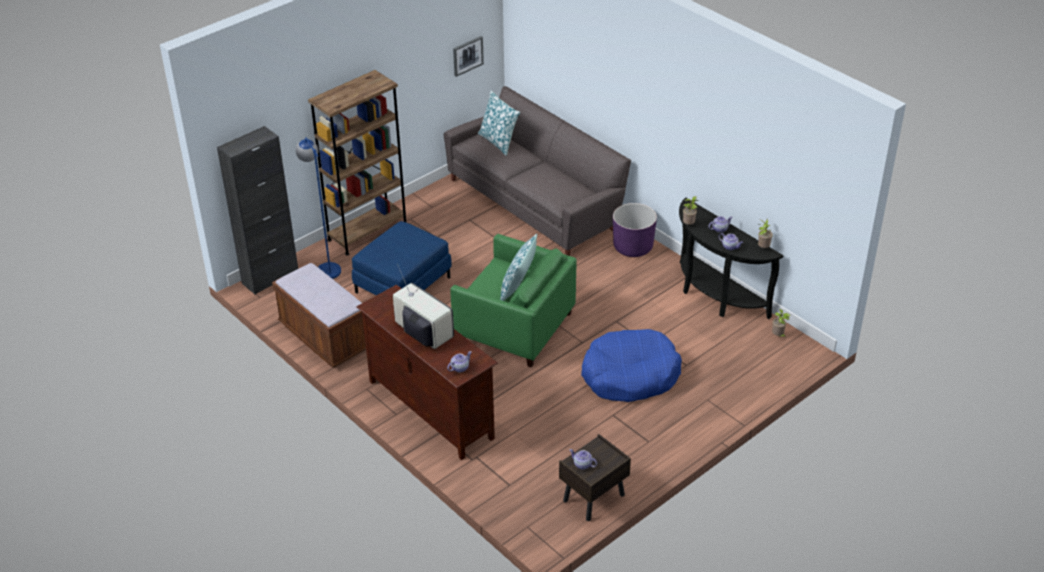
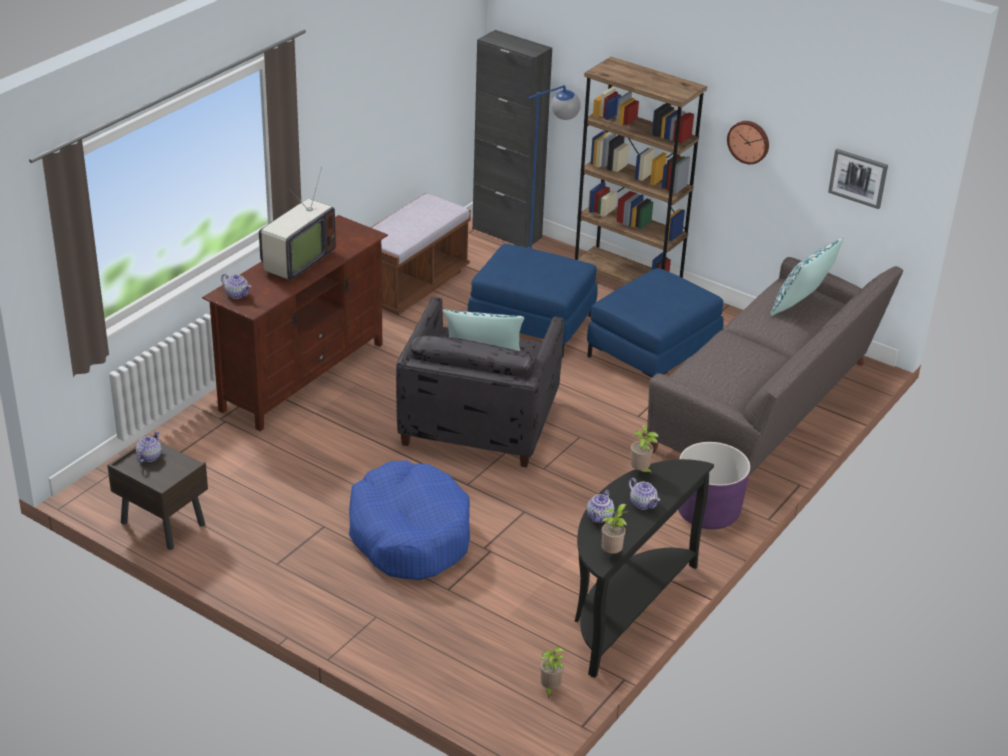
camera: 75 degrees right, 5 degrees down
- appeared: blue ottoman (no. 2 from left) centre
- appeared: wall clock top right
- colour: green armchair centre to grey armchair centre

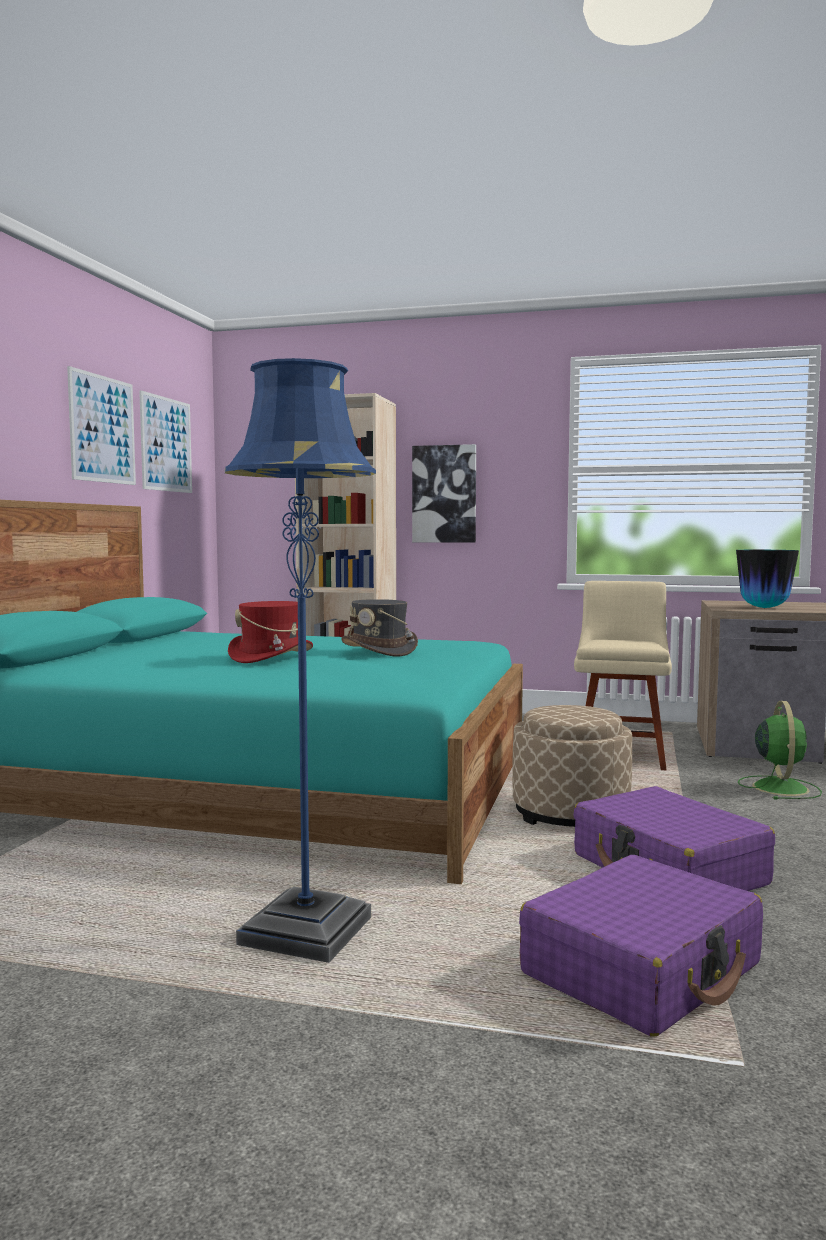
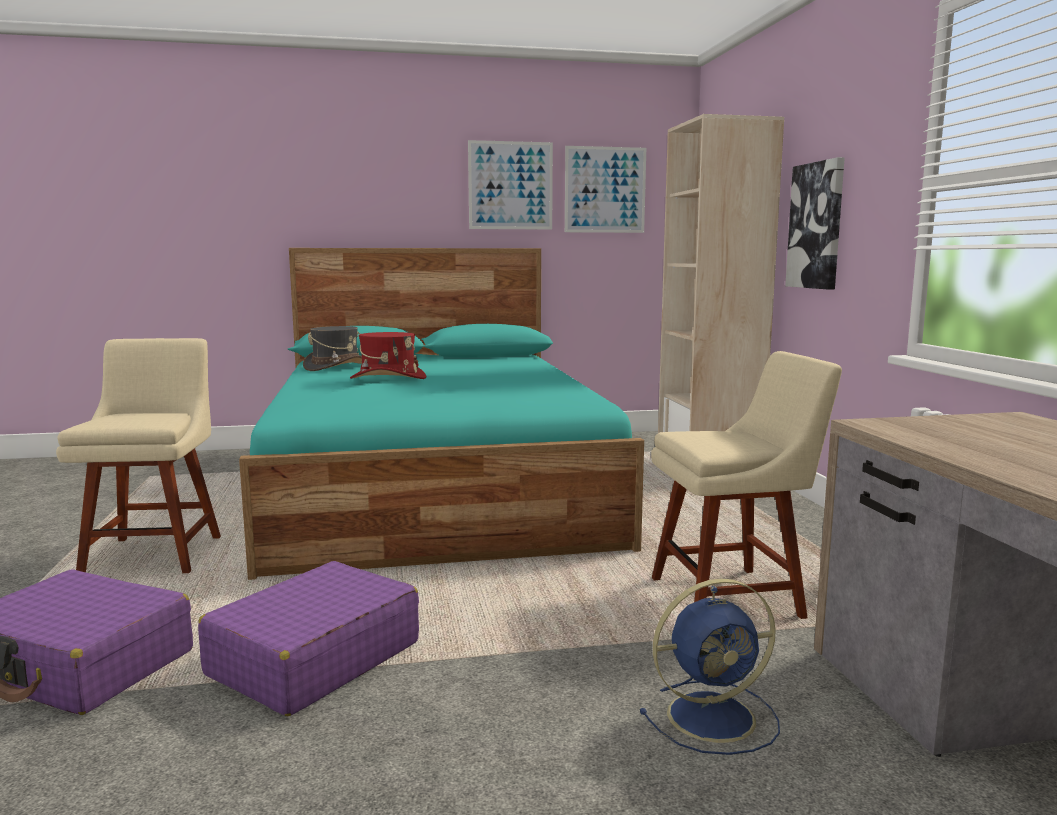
camera: 65 degrees right, 5 degrees up
- missing: beige ottoman middle right
- missing: vase middle right
- relocated: grey hat centre to middle left
- exchanged: blue floor lamp centre to beige chair (no. 1 from left) middle left
- colour: green fan middle right to blue fan bottom right

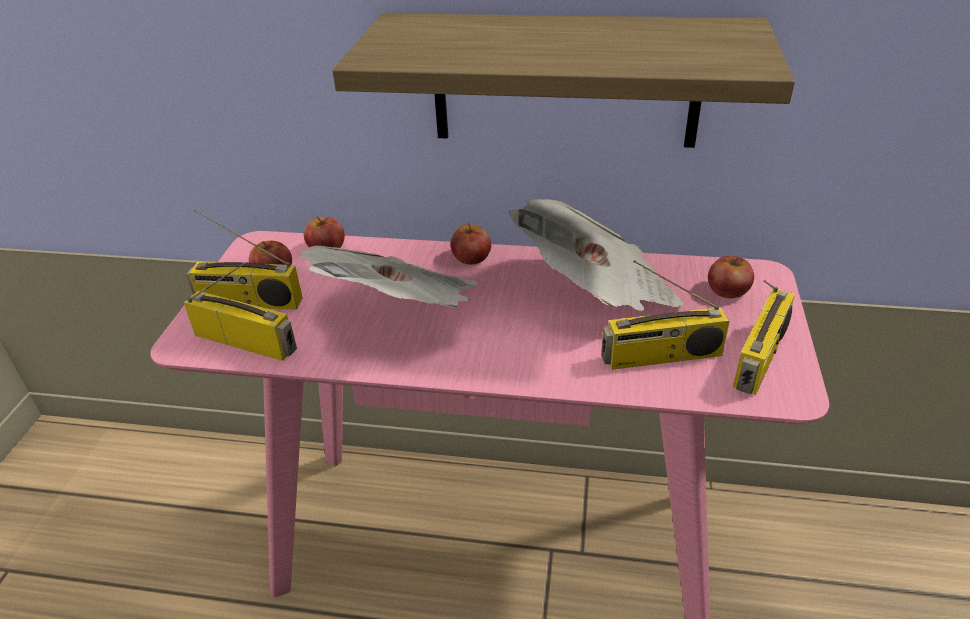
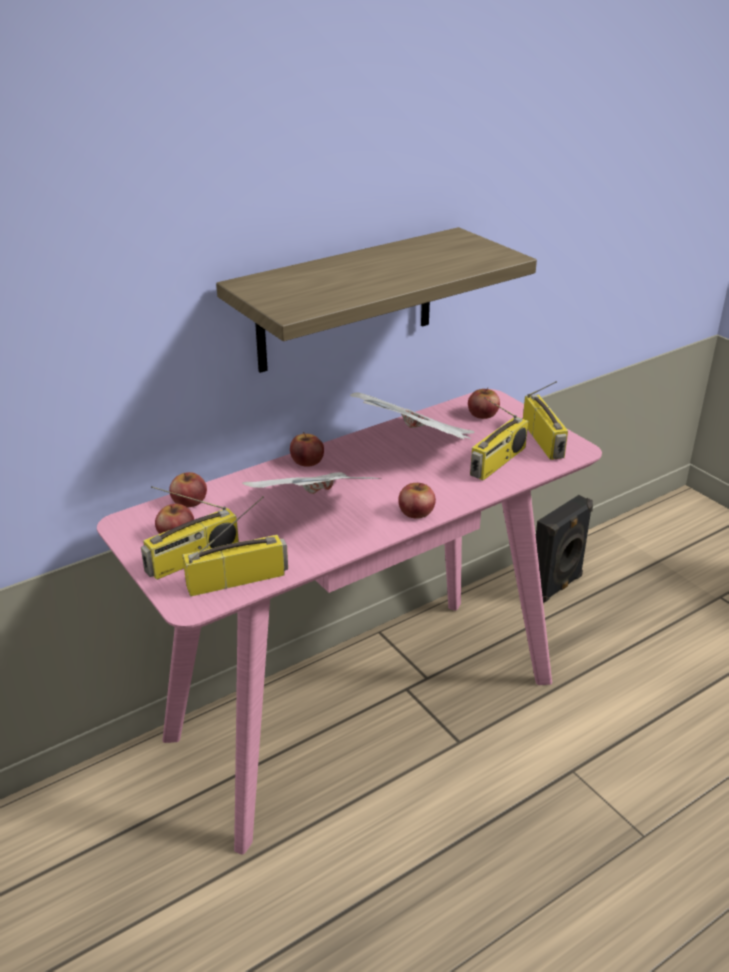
camera: 45 degrees left, 5 degrees down
- appeared: apple (no. 4 from left) centre
- appeared: black speaker middle right

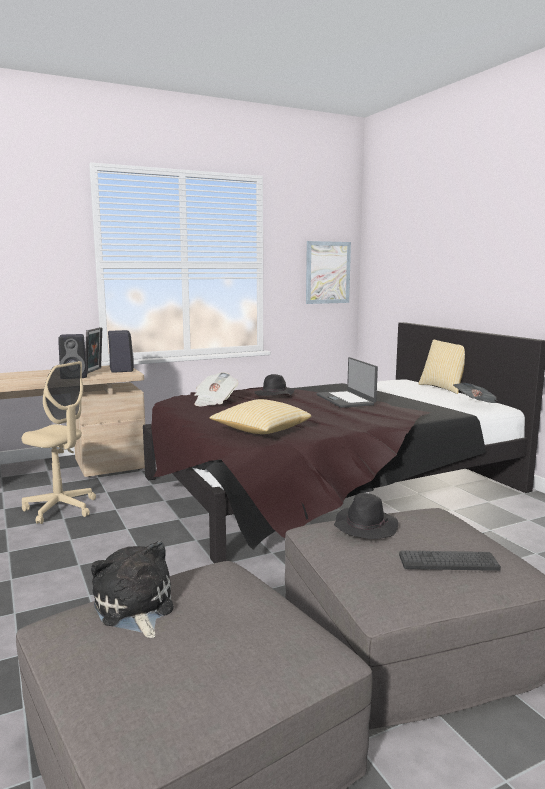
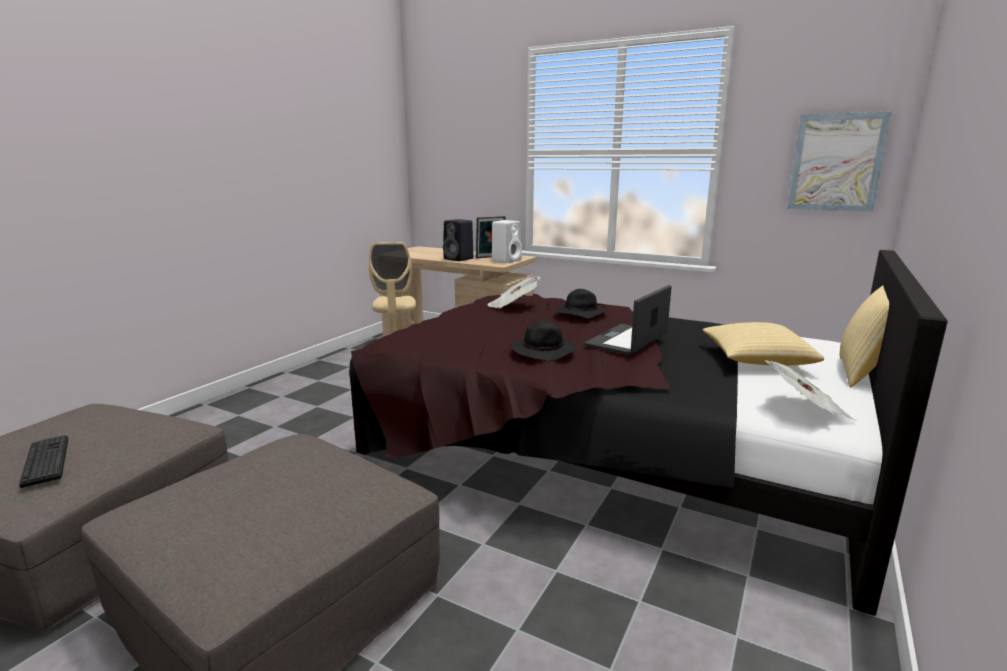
camera: 55 degrees right, 5 degrees up
- missing: plush toy bottom left
- relocated: pillow (no. 1 from left) centre to middle right
- relocated: black hat (no. 2 from left in the first image) middle right to black hat (no. 1 from left) centre
- relocated: keyboard bottom right to bottom left
- colour: black speaker (no. 2 from left) middle left to white speaker centre

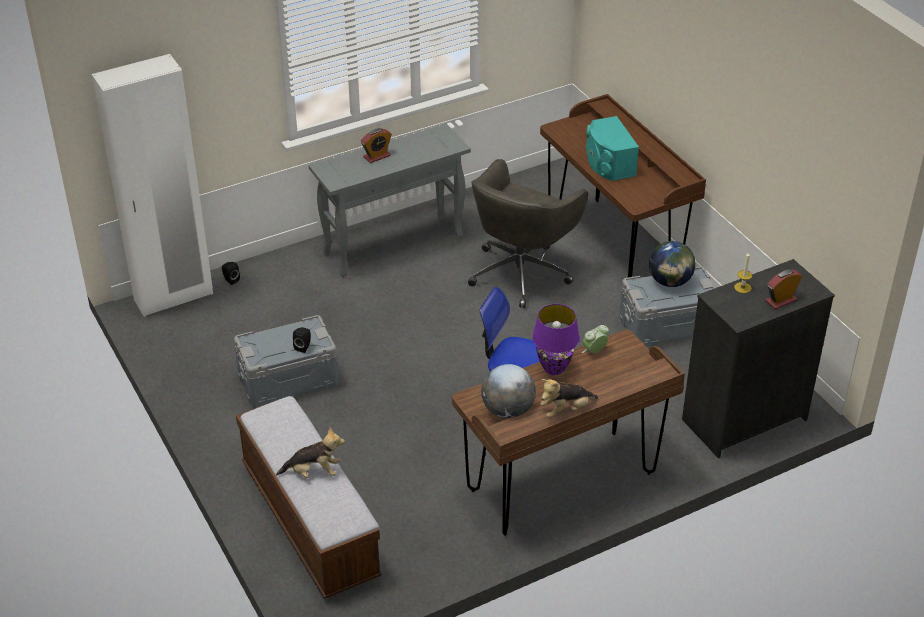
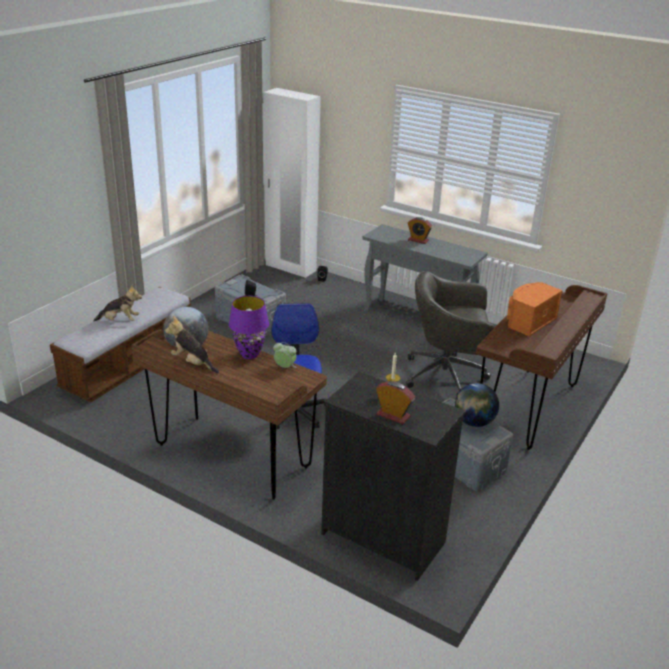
camera: 60 degrees right, 10 degrees down
- colour: turquoise speaker top centre to orange speaker middle right
- spun: plush toy (no. 1 from left) bottom centre = middle left 60 degrees counterclockwise

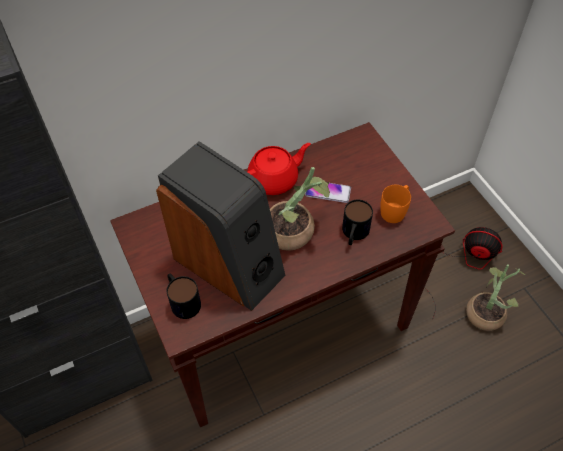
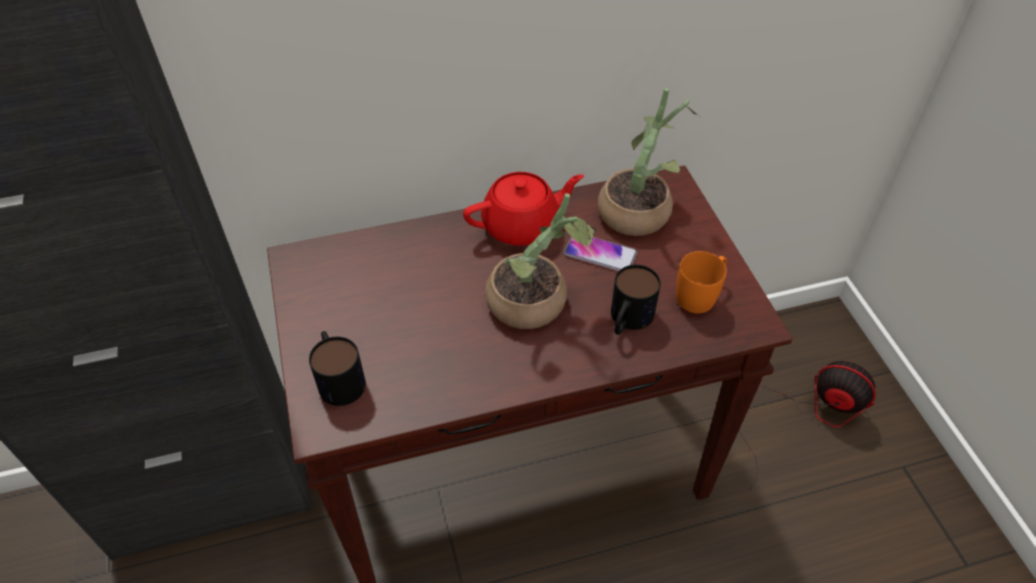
camera: 10 degrees right, 5 degrees down
- missing: speaker centre
- relocated: potted plant (no. 2 from left) middle right to top centre

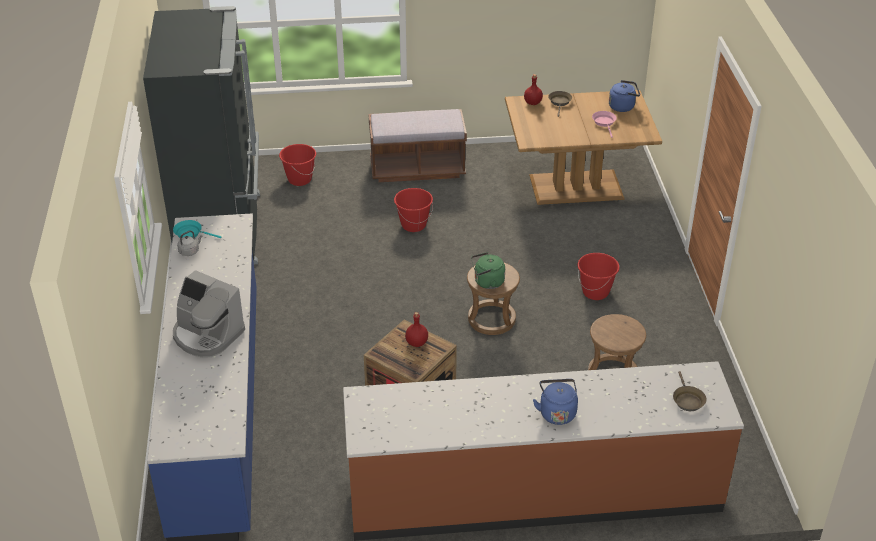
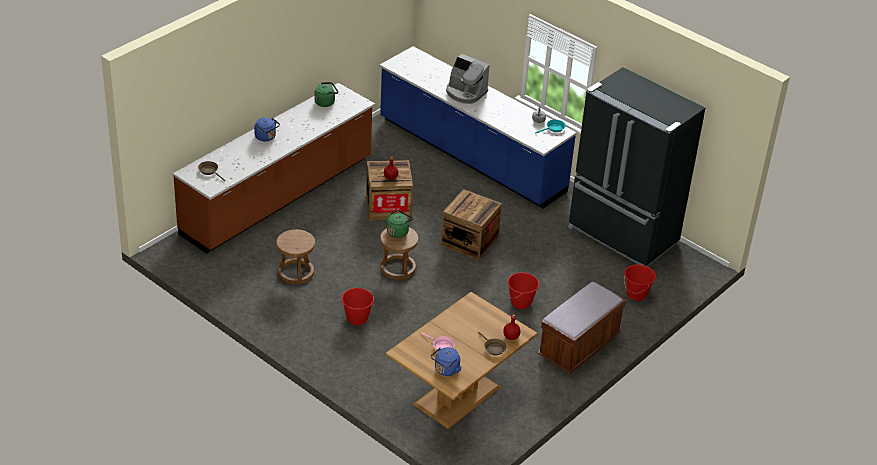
camera: 135 degrees right, 0 degrees up
- appeared: green kettle (no. 1 from left) top centre
- appeared: crate (no. 2 from left) centre
- spun: coffee machine middle left = top centre 135 degrees counterclockwise

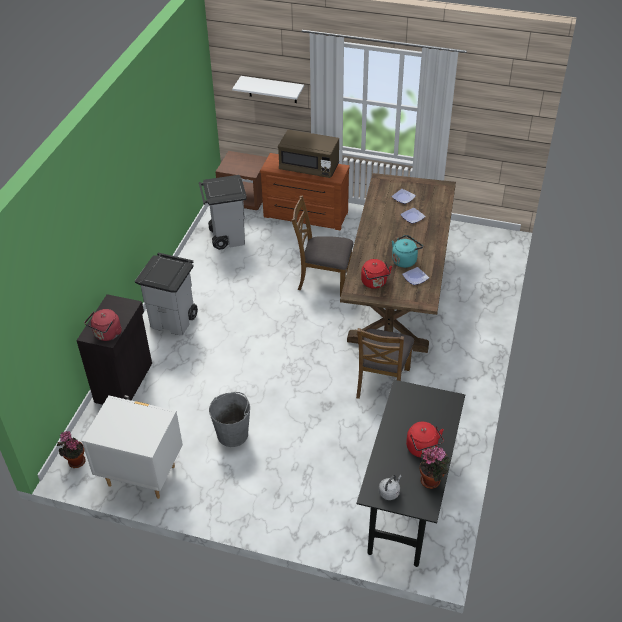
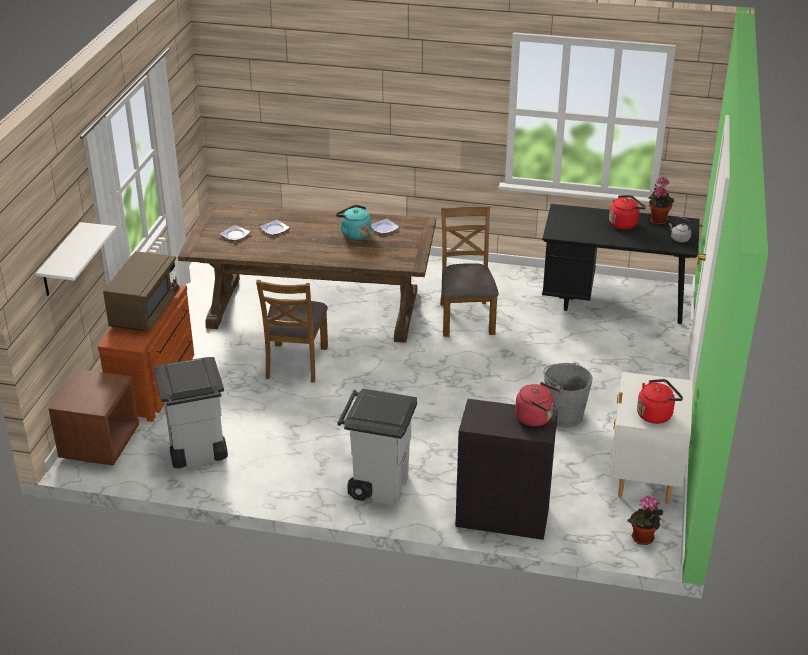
camera: 95 degrees left, 10 degrees down
- relocated: red kettle (no. 2 from left in the first image) centre to red kettle (no. 3 from left) middle right
- spun: brown chair (no. 2 from left) centre = centre 105 degrees counterclockwise

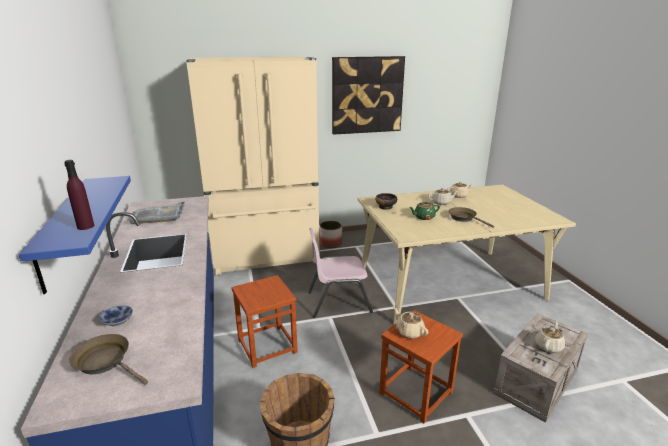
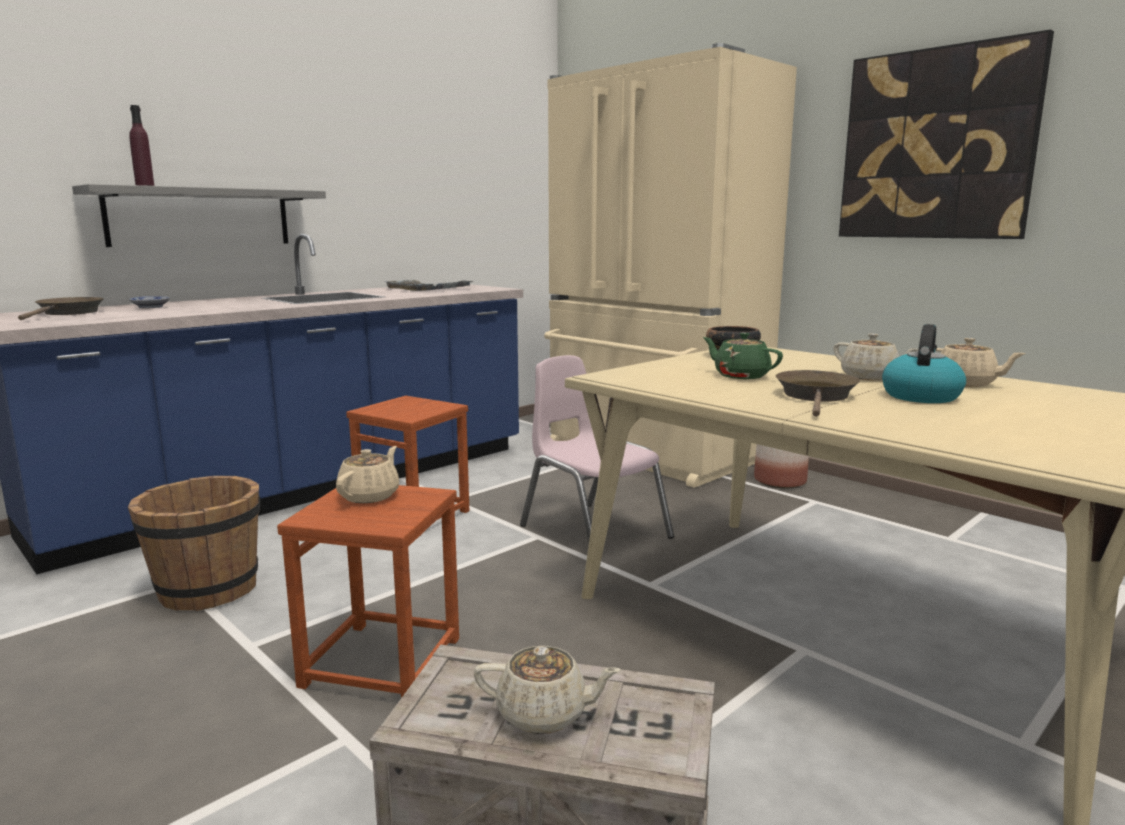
camera: 60 degrees right, 10 degrees down
- appeared: kettle middle right
- colour: blue shelf middle left to grey shelf top left

